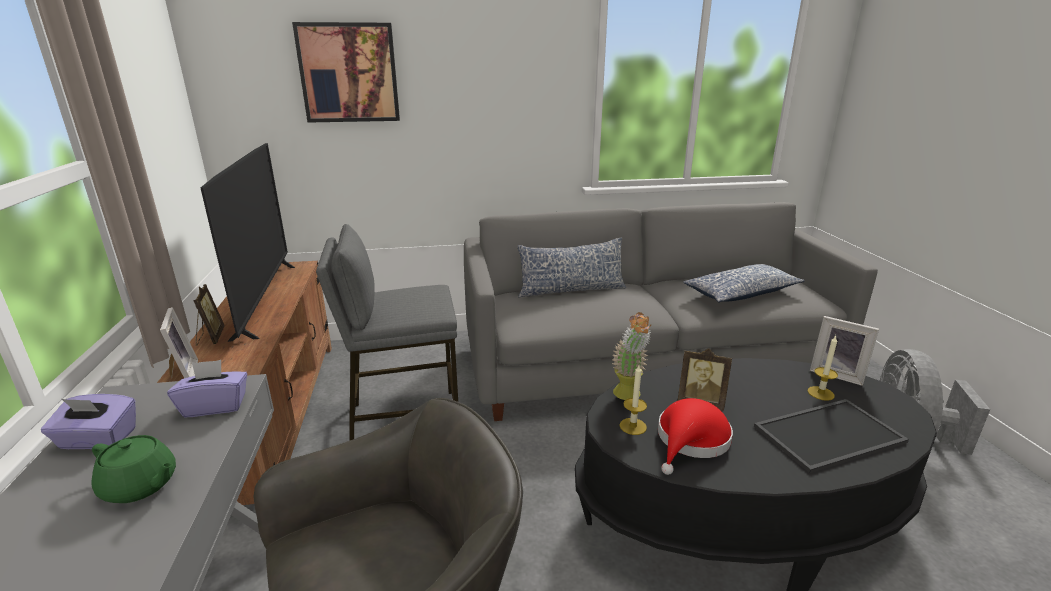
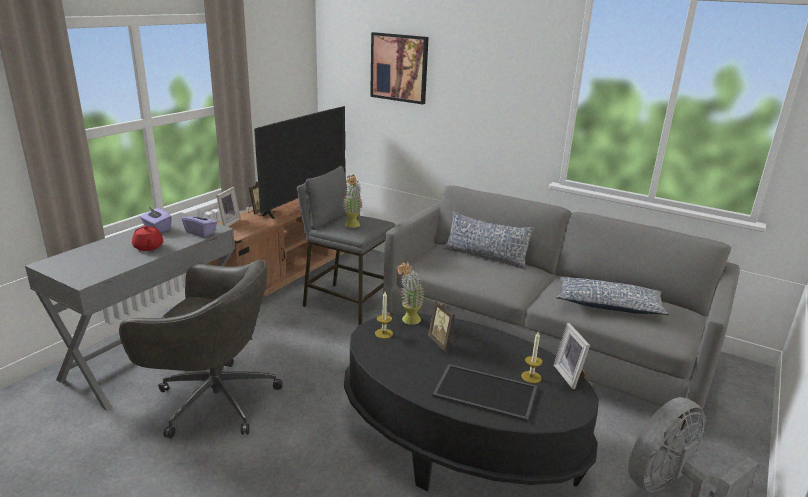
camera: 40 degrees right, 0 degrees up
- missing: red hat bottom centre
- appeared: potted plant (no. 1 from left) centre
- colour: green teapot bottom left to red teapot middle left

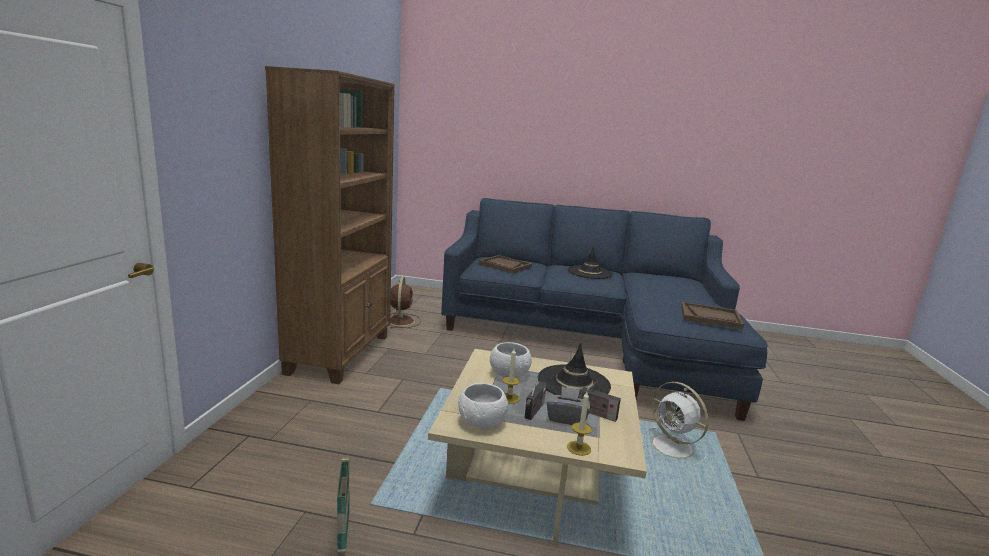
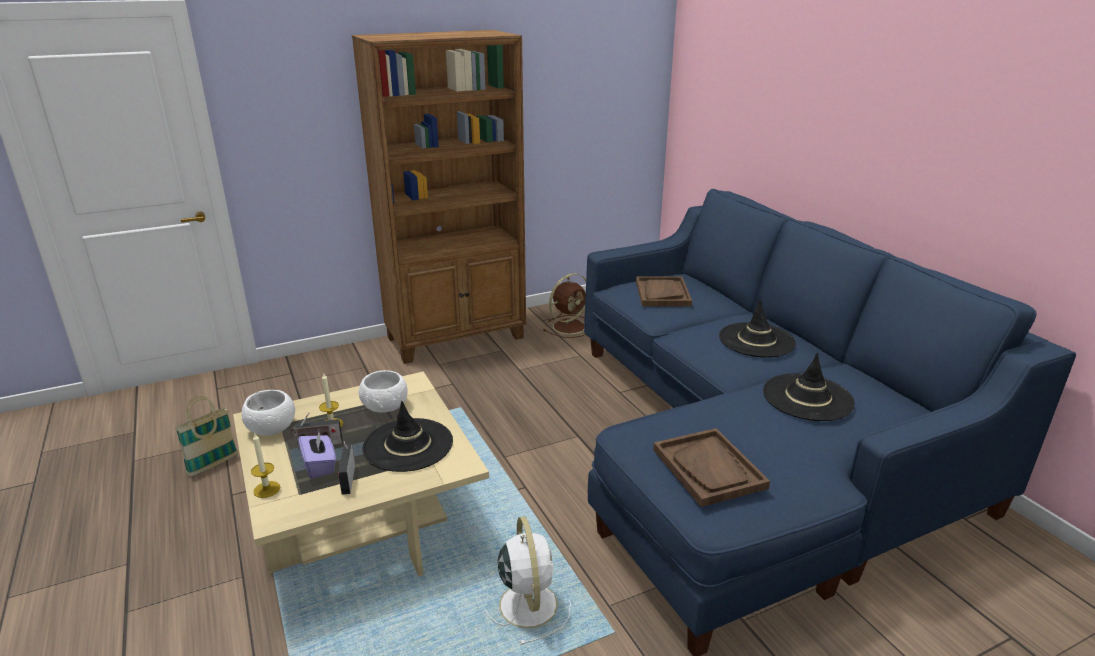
camera: 55 degrees right, 10 degrees up
- appeared: black hat (no. 3 from left) middle right
- colour: grey tissue box bottom centre to purple tissue box bottom left
- spun: white fan bottom right = bottom centre 150 degrees clockwise

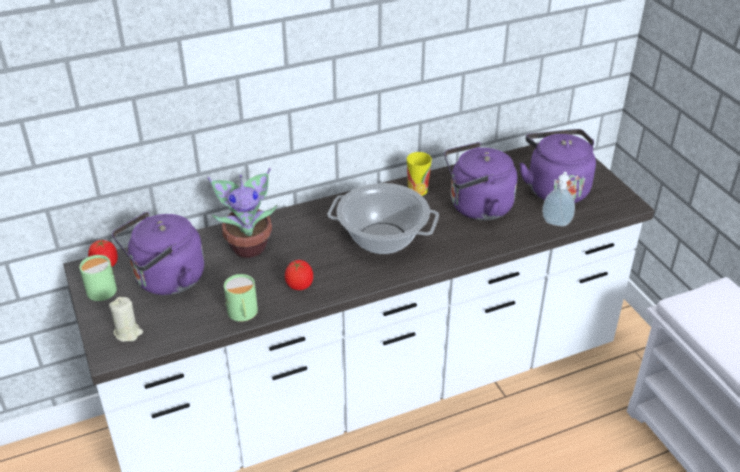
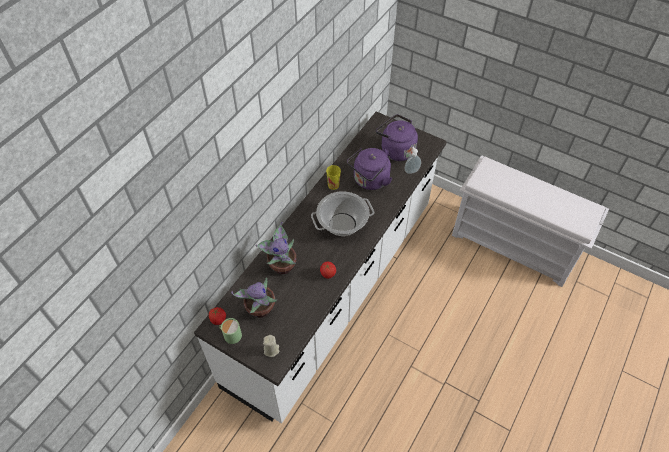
camera: 35 degrees left, 15 degrees up
- missing: green mug (no. 2 from left) middle left
- exchanged: purple kettle (no. 1 from left) middle left to potted plant (no. 1 from left) centre

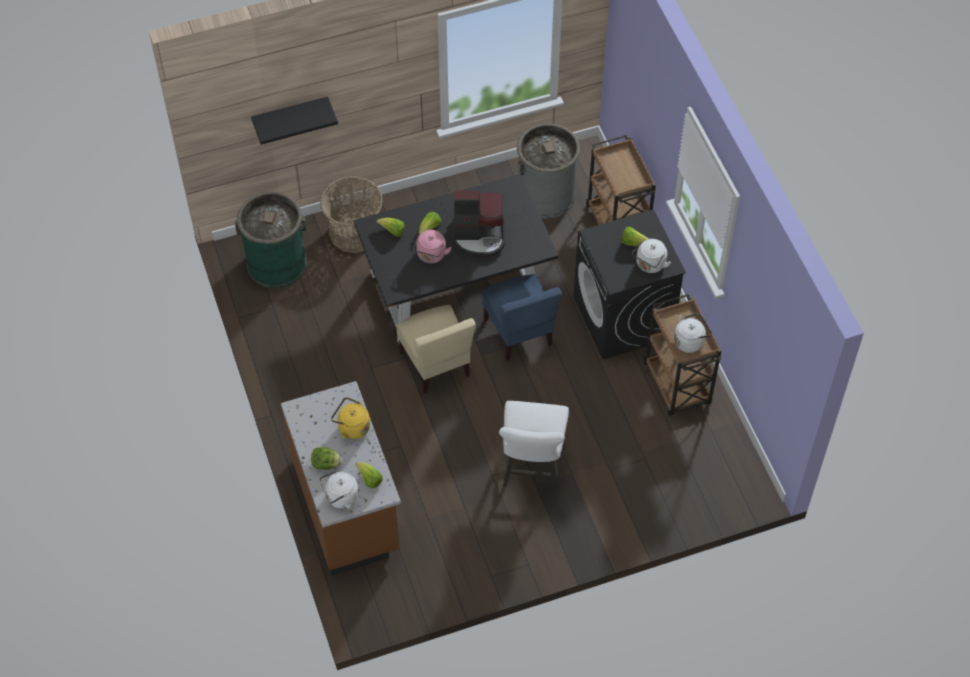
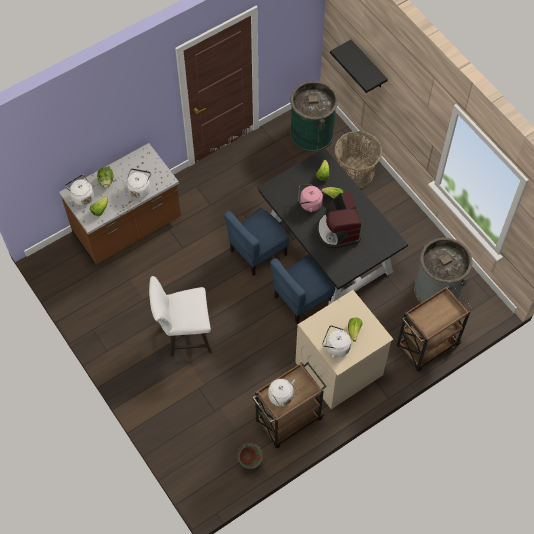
camera: 75 degrees right, 5 degrees up
- appeared: green bucket bottom centre
- colour: yellow kettle centre to white kettle (no. 2 from left) middle left
- colour: beige chair centre to blue chair (no. 1 from left) centre
- colour: black washing machine centre to beige washing machine centre

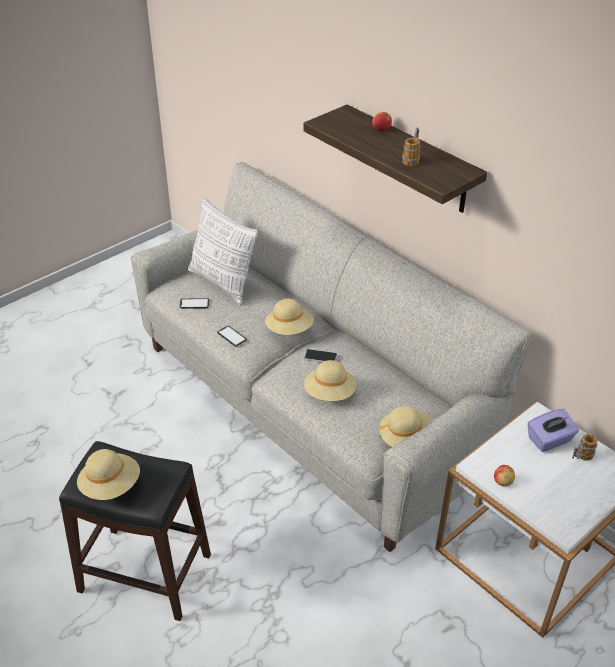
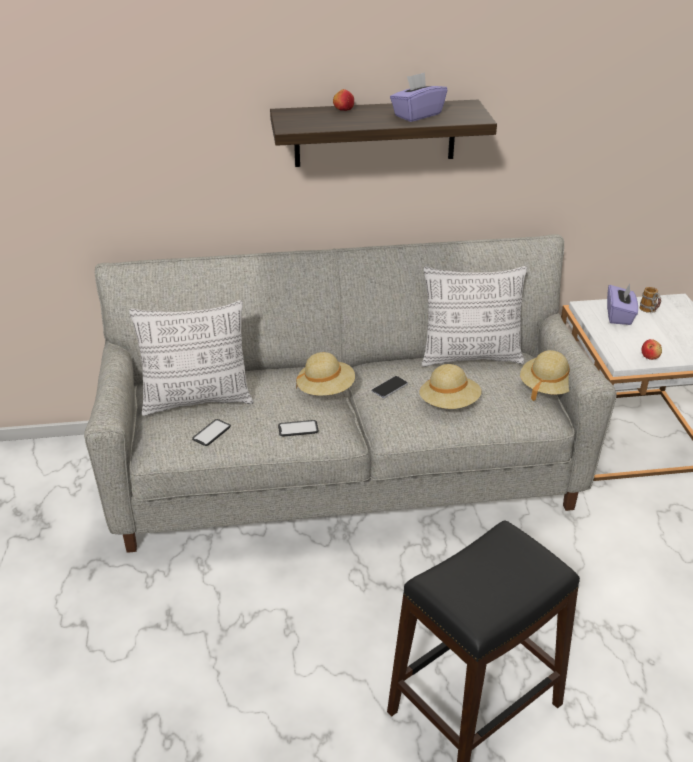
camera: 55 degrees left, 5 degrees down
- missing: beige hat (no. 1 from left) bottom left
- appeared: pillow (no. 2 from left) middle right
- exchanged: mug (no. 1 from left) top right to purple tissue box (no. 1 from left) top centre

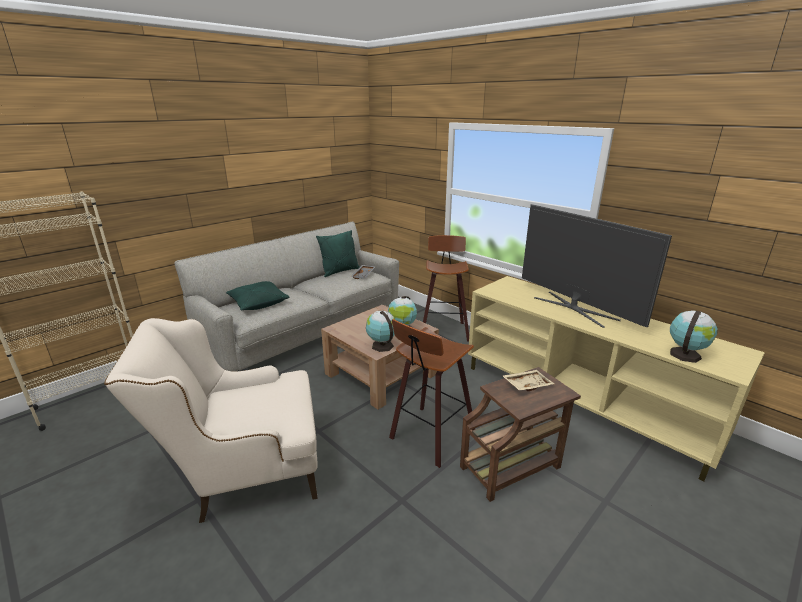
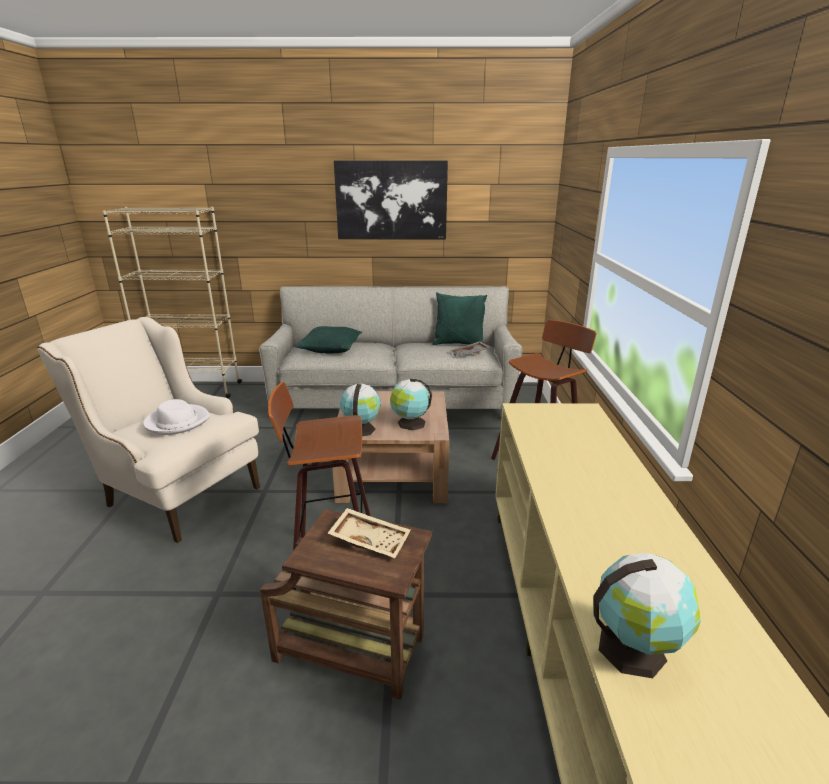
camera: 45 degrees right, 0 degrees up
- missing: television middle right
- appeared: white hat middle left
- appeared: picture top centre

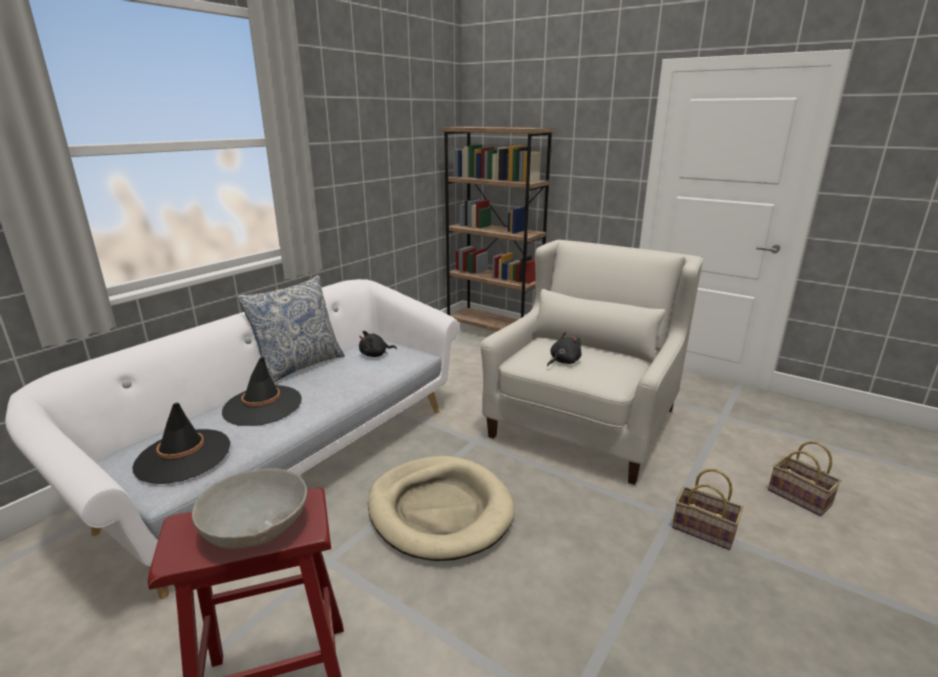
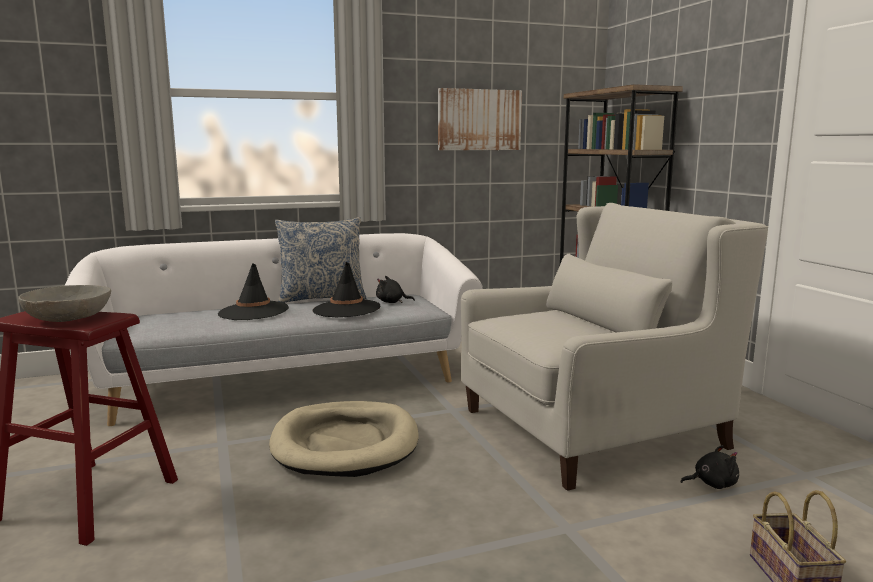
camera: 35 degrees right, 10 degrees down
- missing: basket (no. 1 from left) bottom right
- appeared: picture top centre
- relocated: black hat (no. 1 from left in the first image) middle left to black hat (no. 2 from left) centre
- relocated: black plush toy (no. 2 from left) centre to bottom right

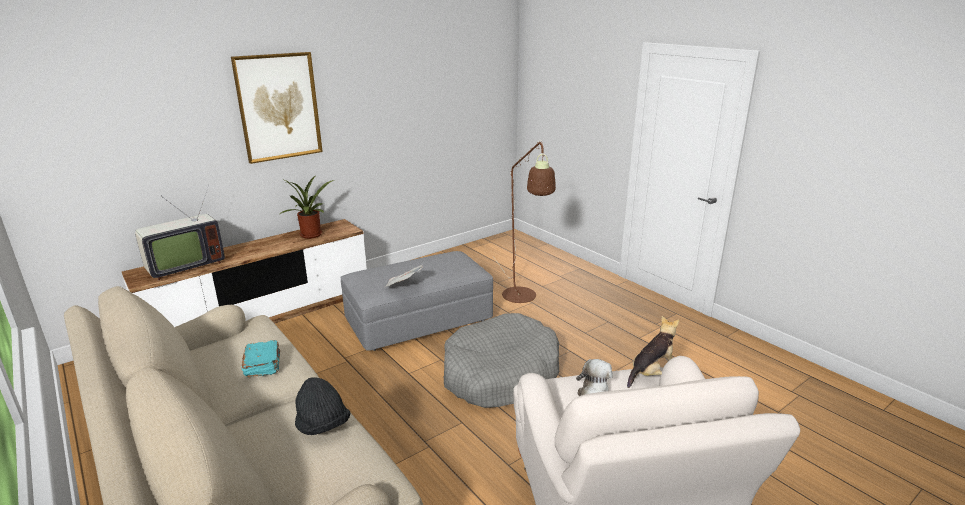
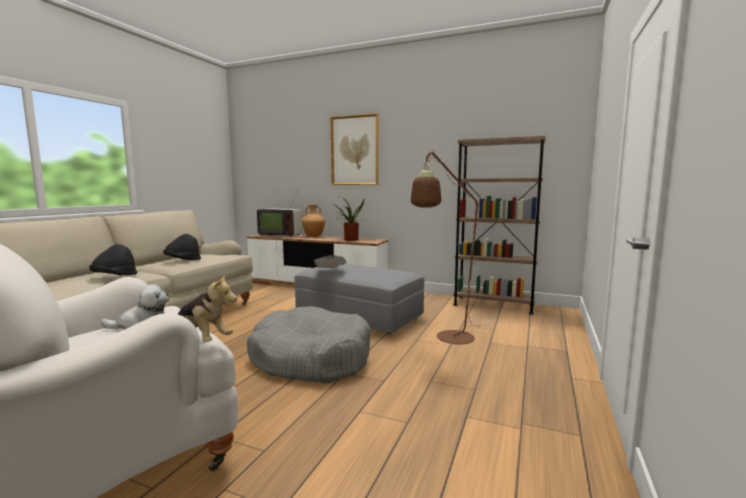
camera: 60 degrees right, 15 degrees down
- appeared: brown vase centre
- appeared: brown bookcase middle right
- exchanged: turquoise book bottom left to black hat (no. 2 from left) middle left

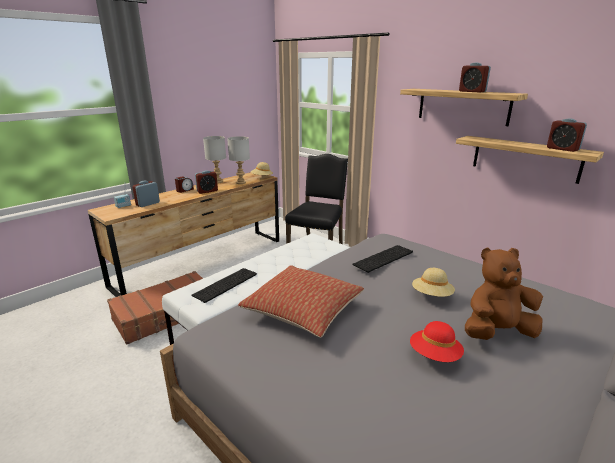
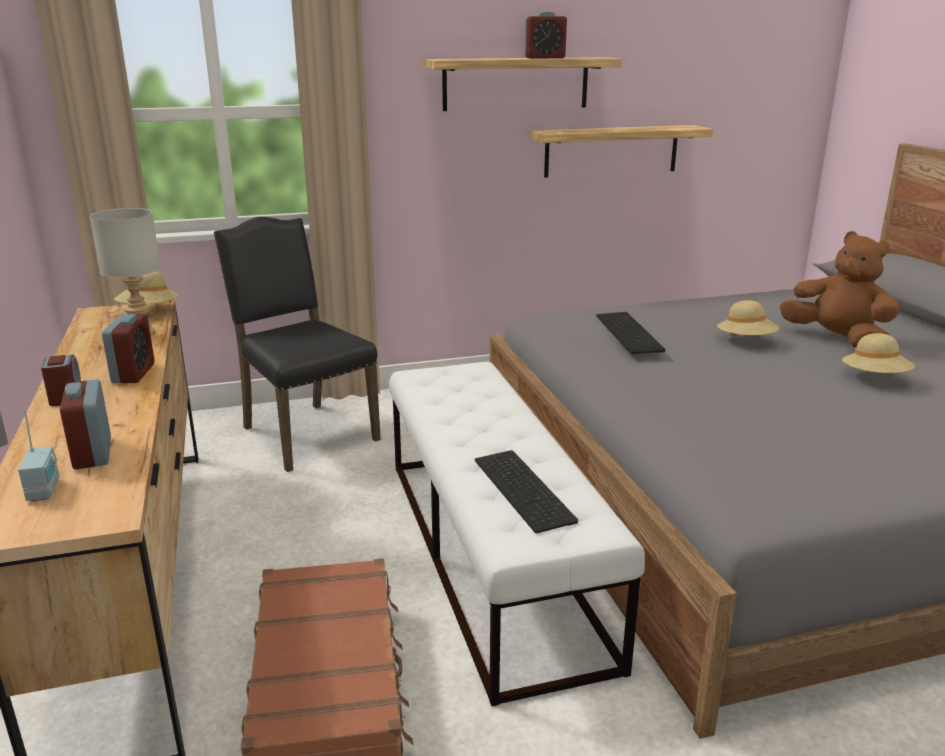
camera: 60 degrees left, 0 degrees up
- missing: grey table lamp (no. 1 from left) centre
- missing: pillow centre
- missing: alarm clock (no. 5 from left) top right
- colour: red hat bottom right to beige hat (no. 3 from left) middle right
- spun: brown plush toy middle right = middle right 120 degrees clockwise

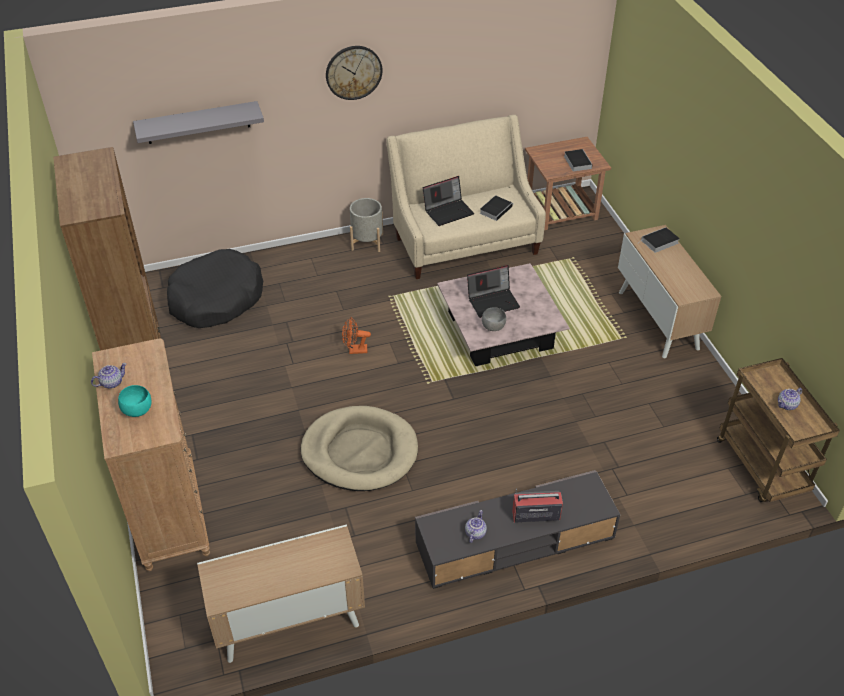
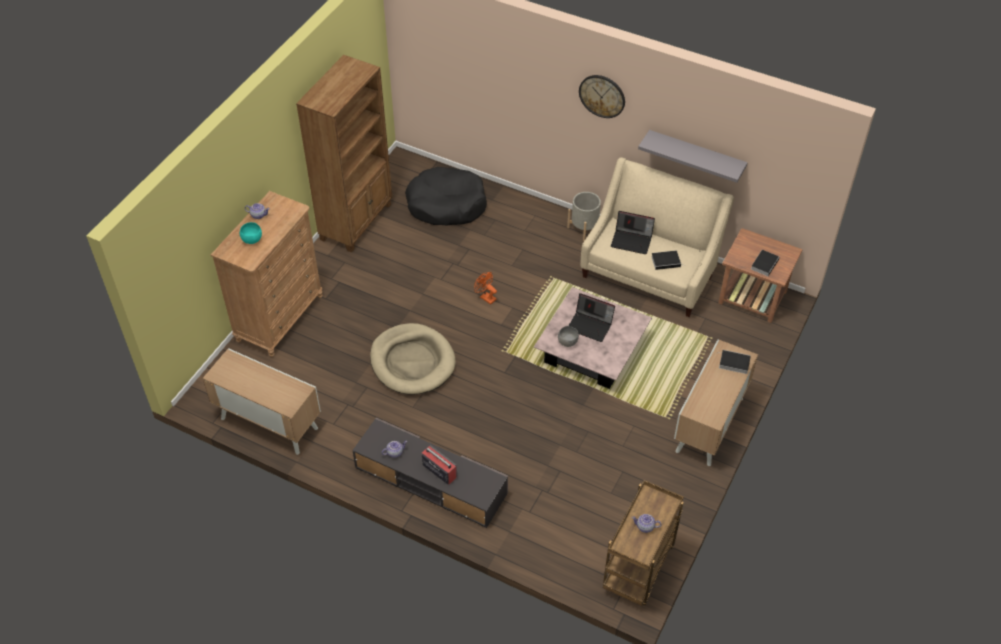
camera: 45 degrees right, 5 degrees up
- relocated: grey shelf top left to top right

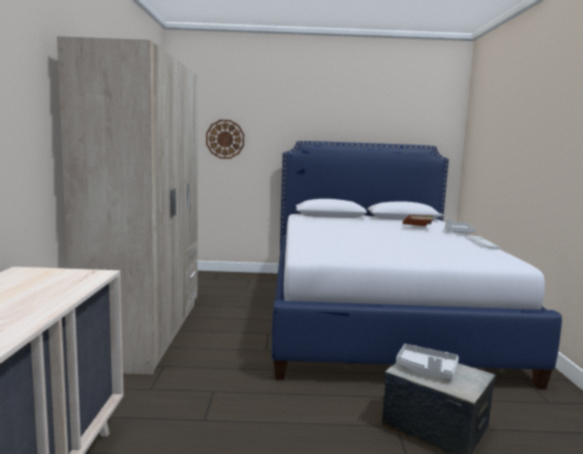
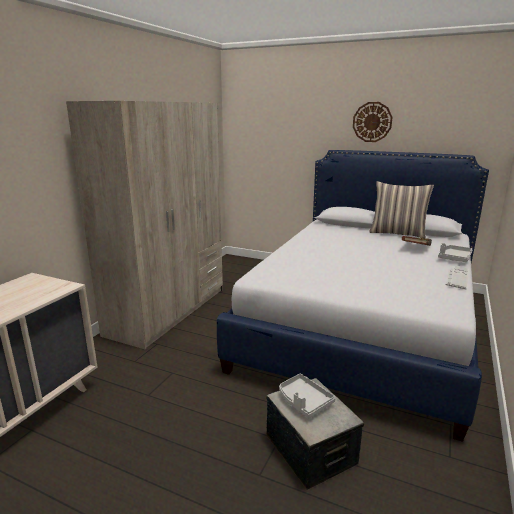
camera: 25 degrees right, 10 degrees up
- appeared: pillow middle right
- relocated: wall clock top centre to top right

